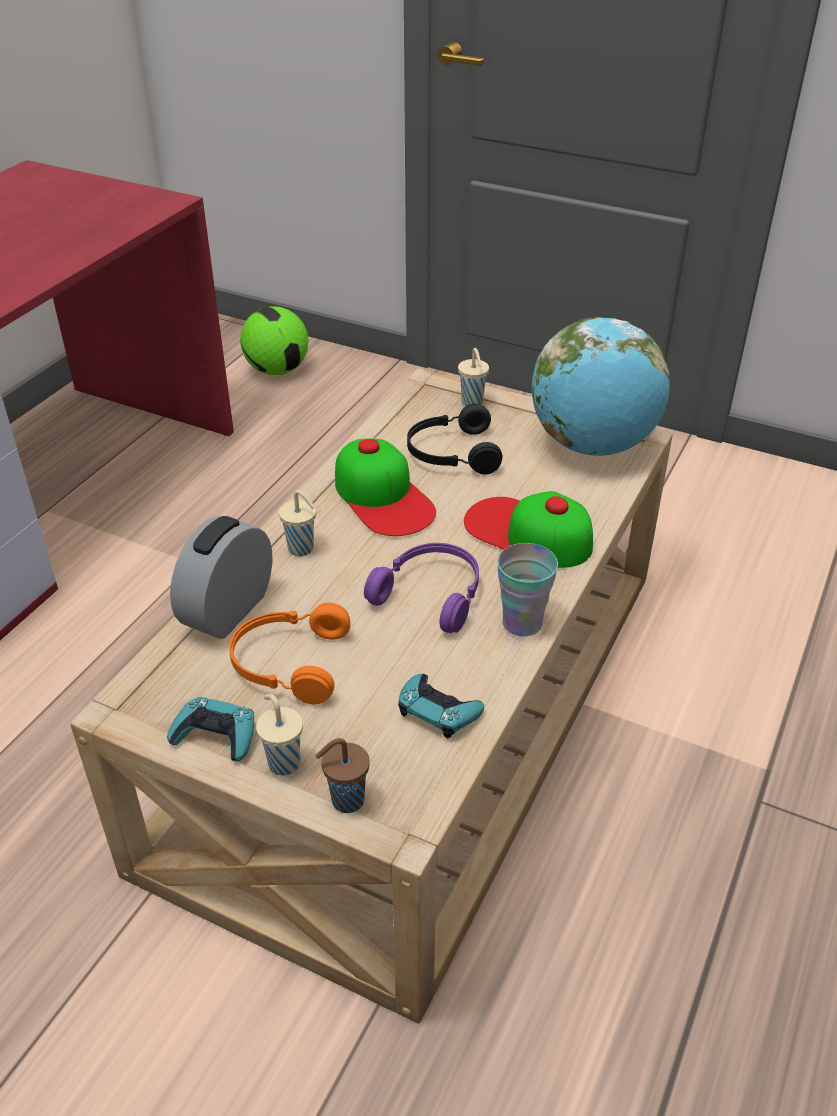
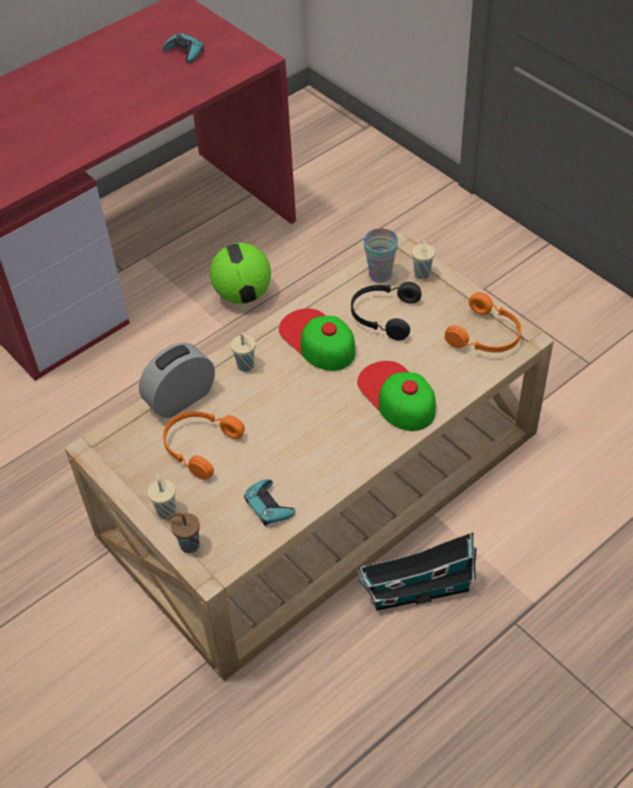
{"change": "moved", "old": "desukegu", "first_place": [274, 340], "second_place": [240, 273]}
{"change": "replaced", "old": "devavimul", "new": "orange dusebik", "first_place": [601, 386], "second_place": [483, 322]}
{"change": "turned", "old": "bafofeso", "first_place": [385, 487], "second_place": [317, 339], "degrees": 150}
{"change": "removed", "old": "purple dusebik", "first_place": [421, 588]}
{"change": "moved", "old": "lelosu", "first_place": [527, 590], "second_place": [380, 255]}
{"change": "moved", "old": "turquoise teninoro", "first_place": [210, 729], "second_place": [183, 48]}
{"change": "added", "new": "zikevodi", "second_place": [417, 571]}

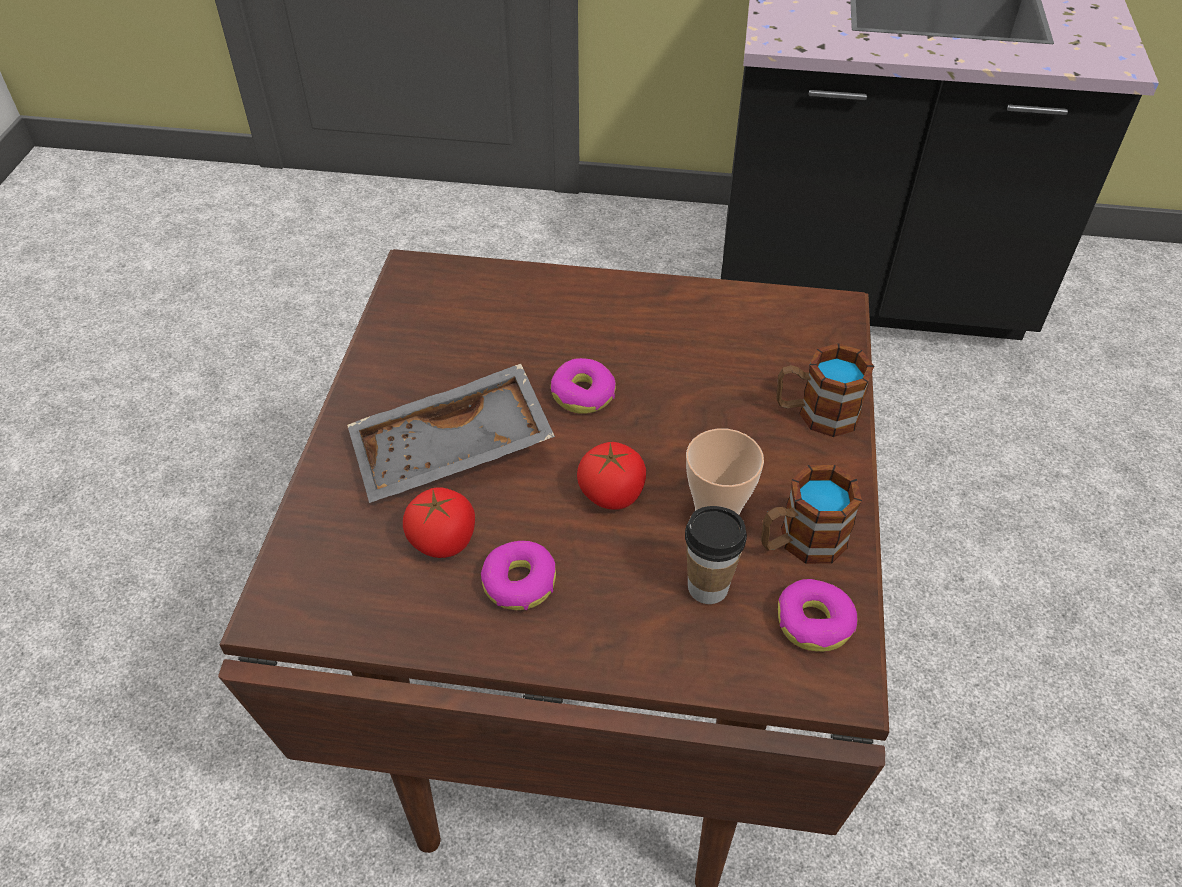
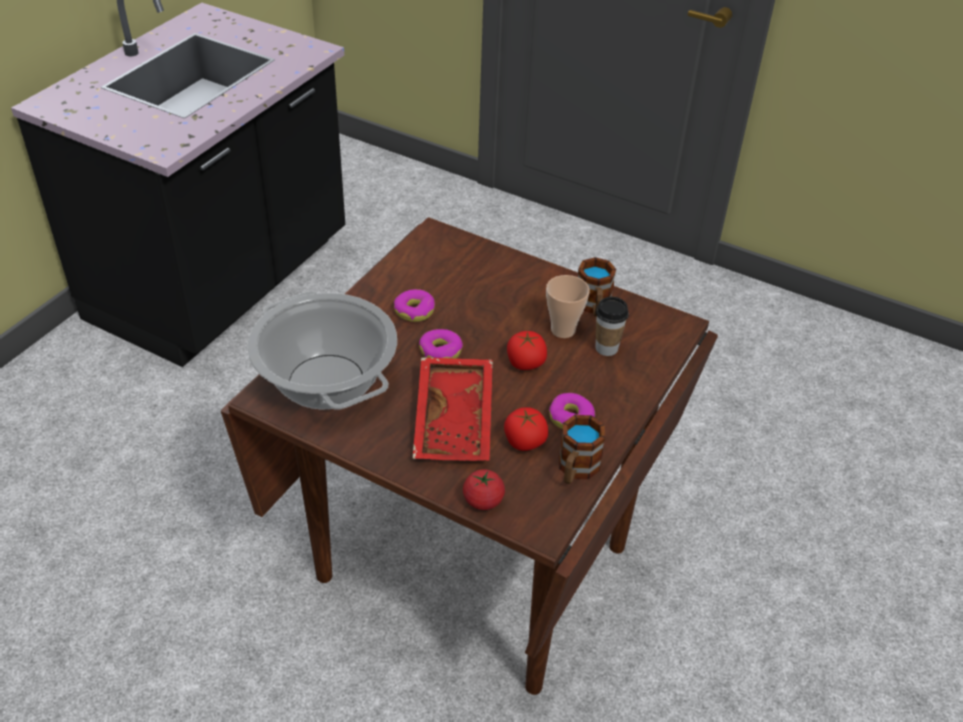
{"change": "moved", "old": "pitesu", "first_place": [825, 390], "second_place": [582, 449]}
{"change": "recoloured", "old": "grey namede", "new": "red namede", "first_place": [451, 433], "second_place": [452, 409]}
{"change": "moved", "old": "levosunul", "first_place": [817, 615], "second_place": [414, 305]}
{"change": "added", "new": "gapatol", "second_place": [322, 350]}
{"change": "added", "new": "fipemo", "second_place": [484, 490]}

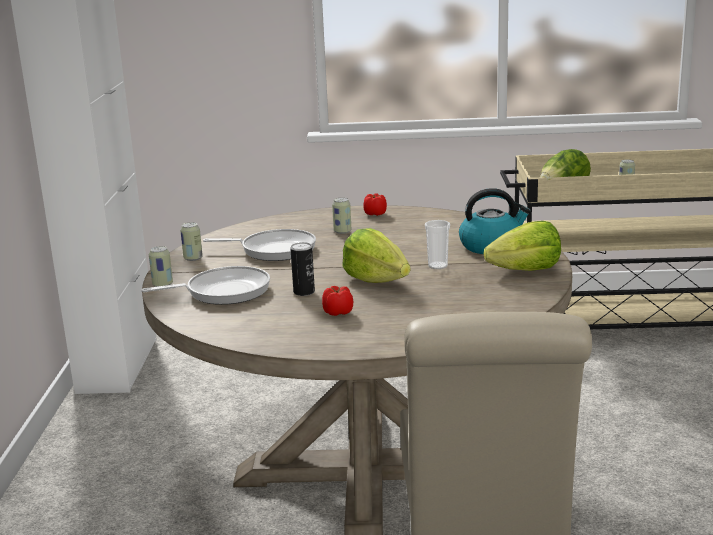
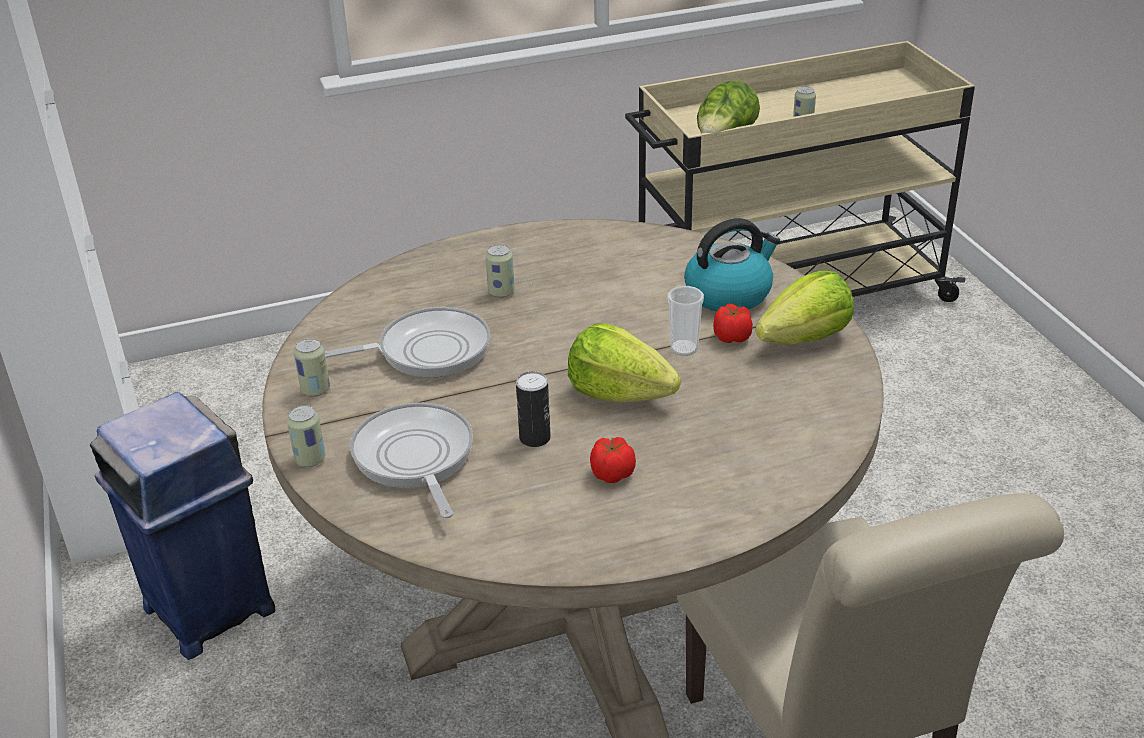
{"change": "moved", "old": "fipemo", "first_place": [375, 204], "second_place": [733, 323]}
{"change": "turned", "old": "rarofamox", "first_place": [205, 285], "second_place": [411, 460], "degrees": -75}
{"change": "added", "new": "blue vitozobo", "second_place": [182, 526]}

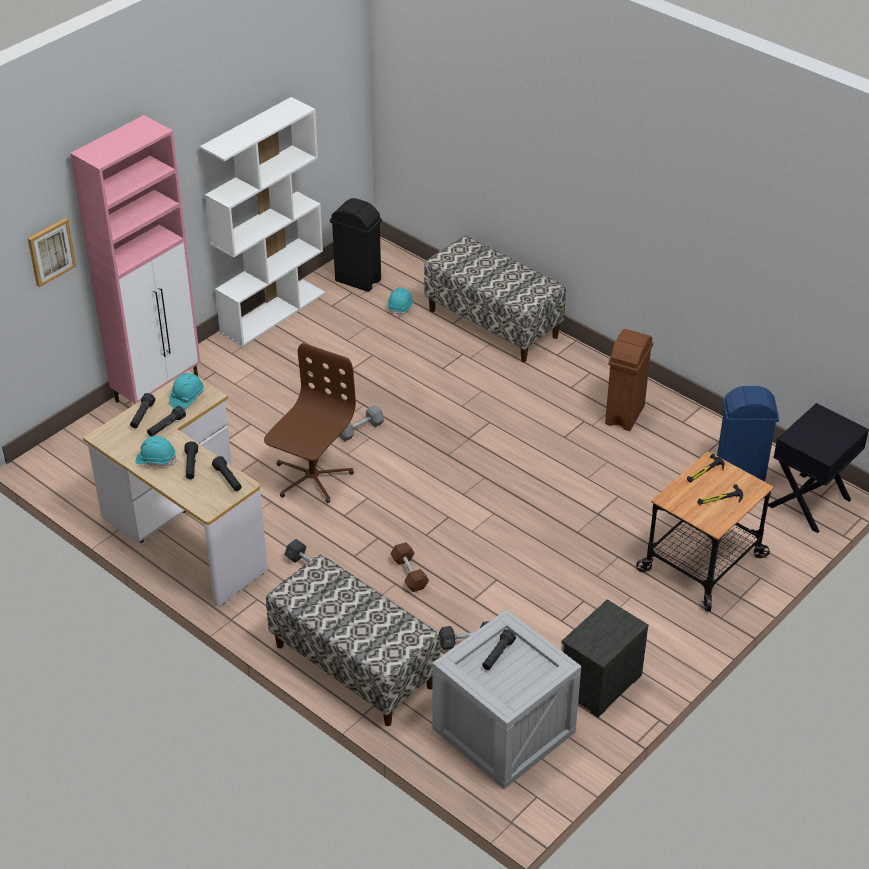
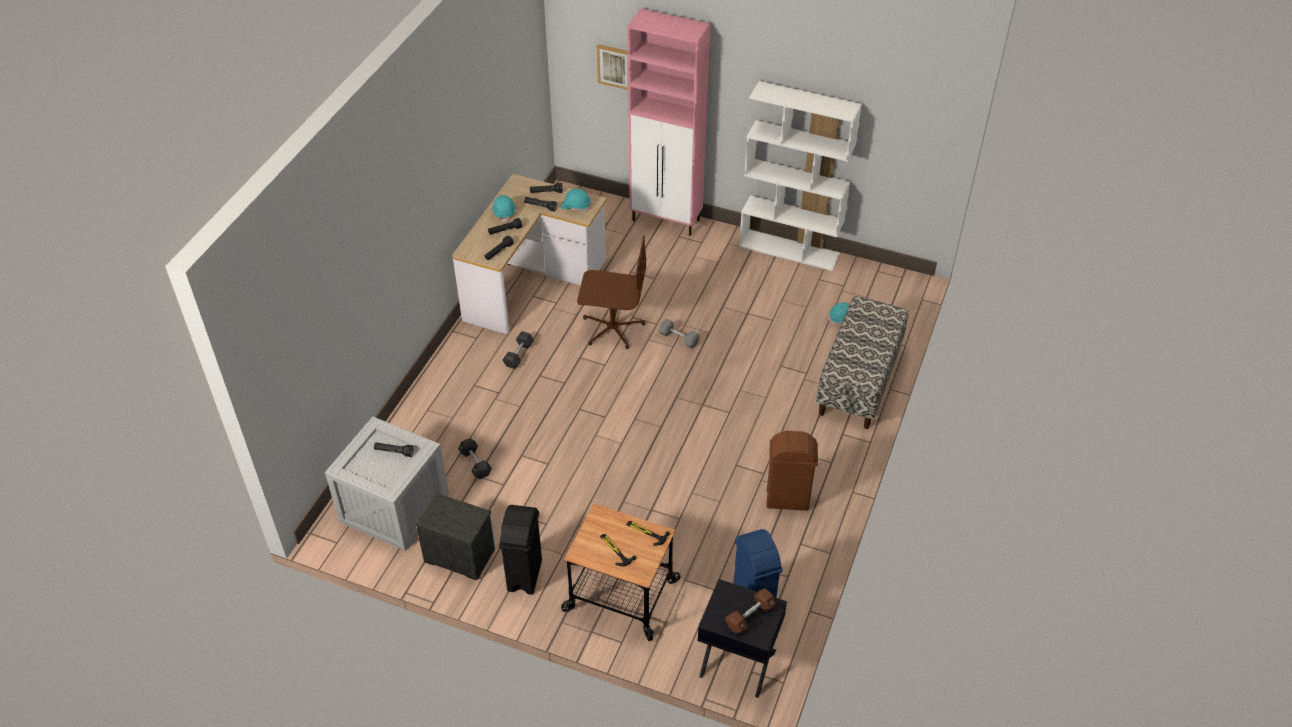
{"change": "moved", "old": "black vitozobo", "first_place": [356, 245], "second_place": [520, 550]}
{"change": "moved", "old": "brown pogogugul", "first_place": [409, 567], "second_place": [751, 611]}
{"change": "removed", "old": "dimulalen", "first_place": [353, 640]}

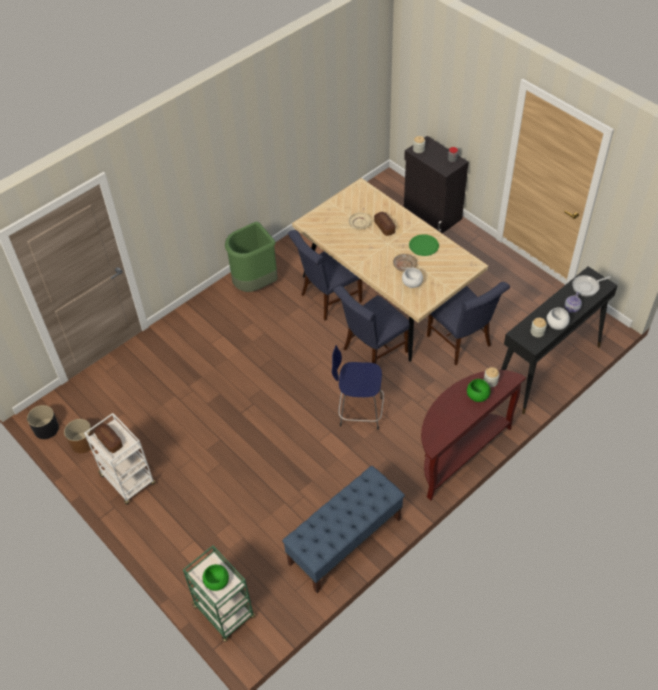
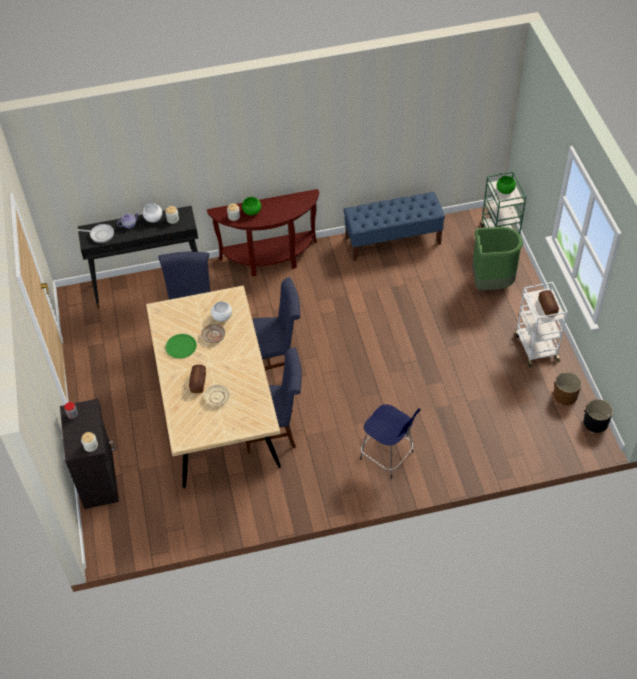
{"change": "moved", "old": "green vitozobo", "first_place": [251, 257], "second_place": [497, 258]}
{"change": "moved", "old": "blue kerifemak", "first_place": [358, 387], "second_place": [390, 441]}

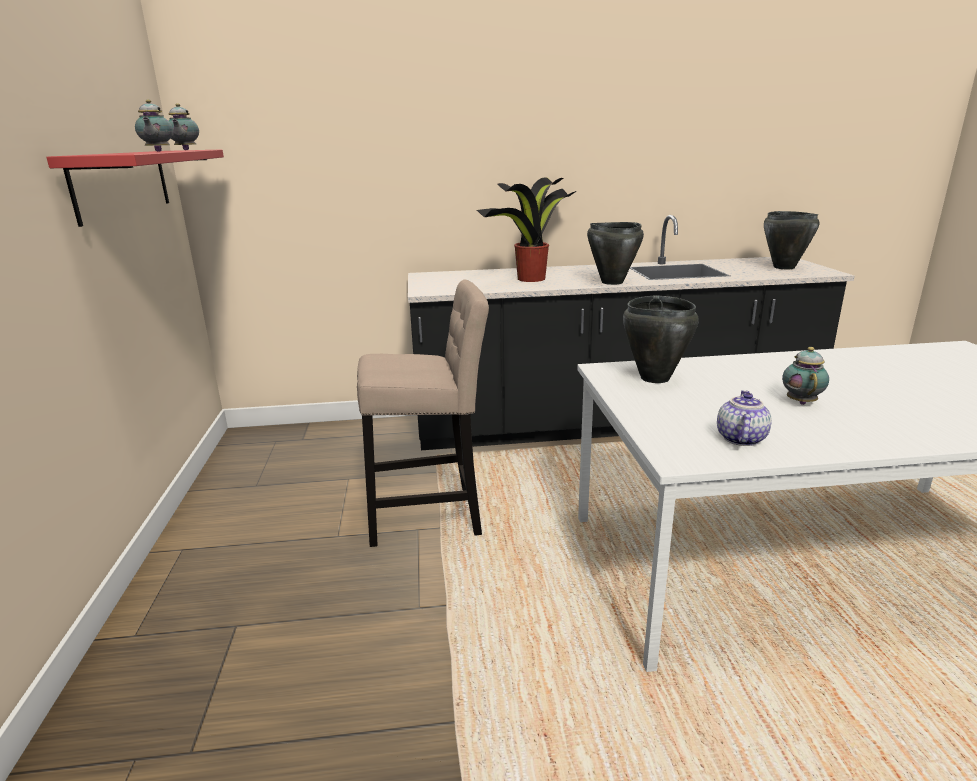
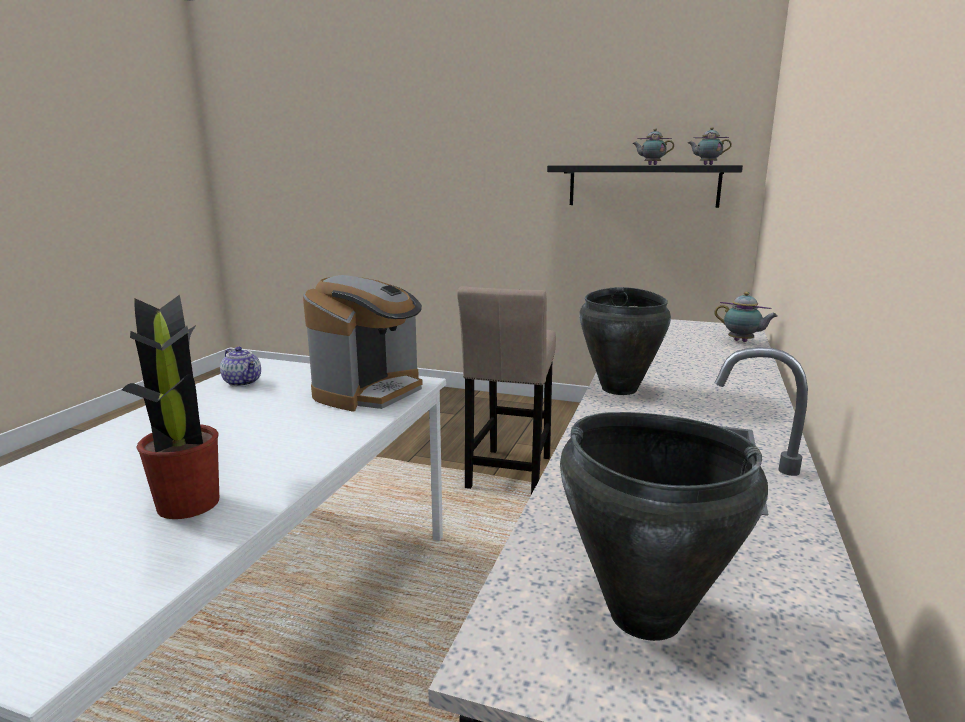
{"change": "recoloured", "old": "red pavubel", "new": "black pavubel", "first_place": [135, 188], "second_place": [645, 186]}
{"change": "moved", "old": "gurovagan", "first_place": [527, 229], "second_place": [170, 407]}
{"change": "replaced", "old": "black gapatol", "new": "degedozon", "first_place": [661, 339], "second_place": [363, 343]}
{"change": "moved", "old": "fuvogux", "first_place": [805, 376], "second_place": [746, 317]}

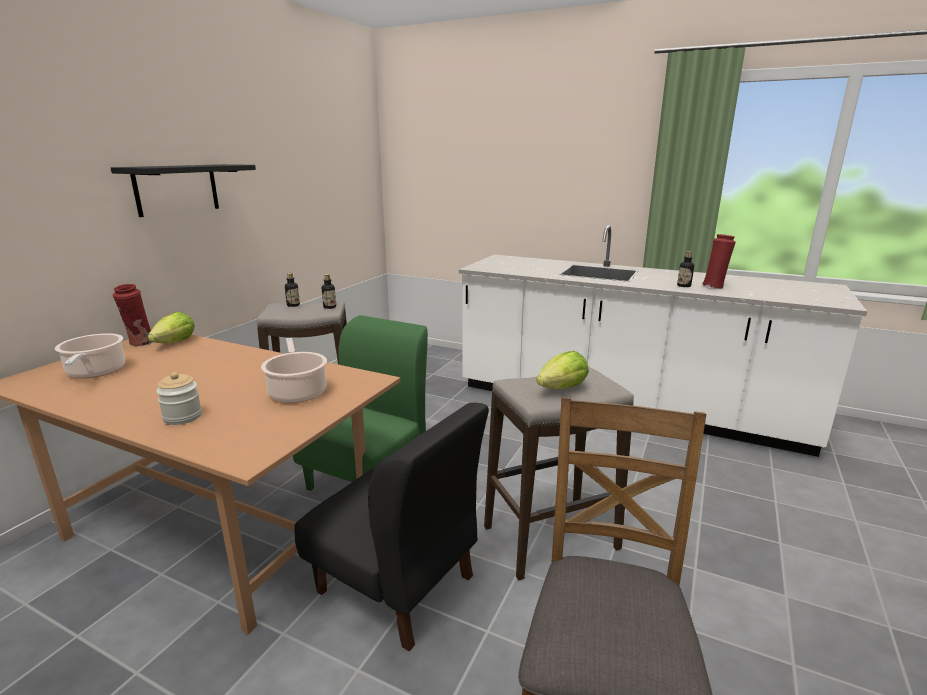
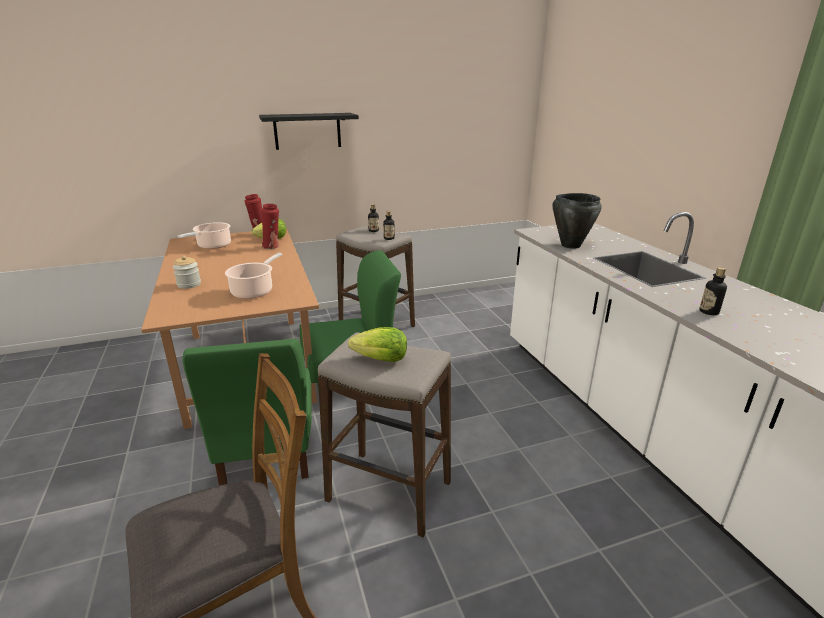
{"change": "moved", "old": "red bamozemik", "first_place": [719, 261], "second_place": [270, 226]}
{"change": "recoloured", "old": "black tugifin", "new": "green tugifin", "first_place": [391, 527], "second_place": [247, 412]}
{"change": "added", "new": "black gapatol", "second_place": [577, 221]}

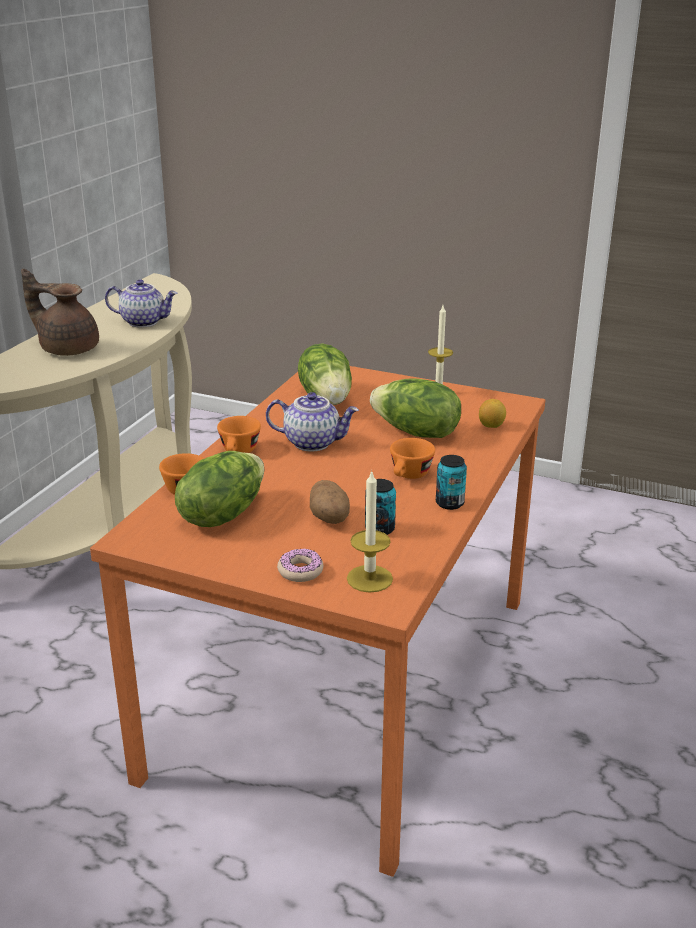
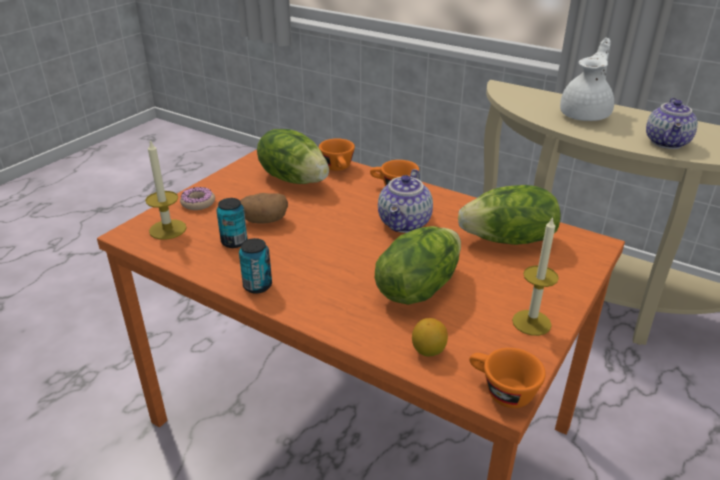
{"change": "recoloured", "old": "brown fuvogux", "new": "white fuvogux", "first_place": [60, 312], "second_place": [587, 79]}
{"change": "moved", "old": "orange lelosu", "first_place": [412, 458], "second_place": [507, 378]}

